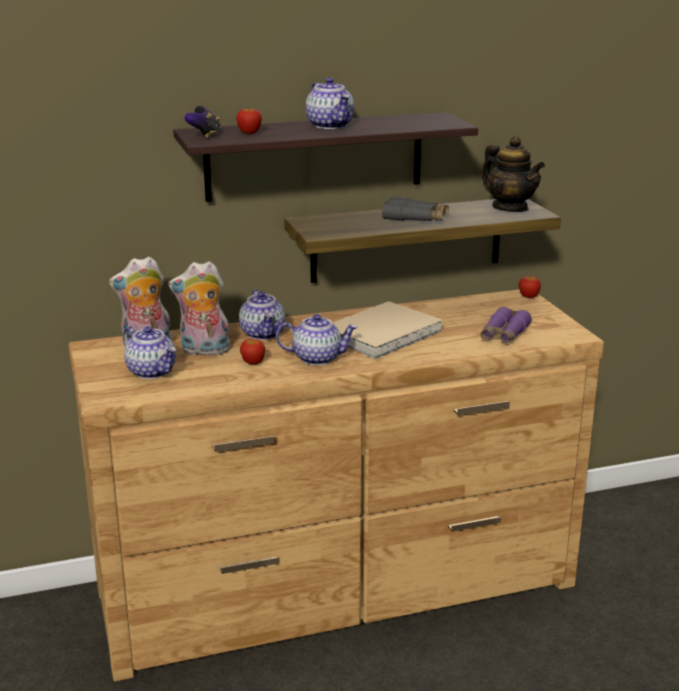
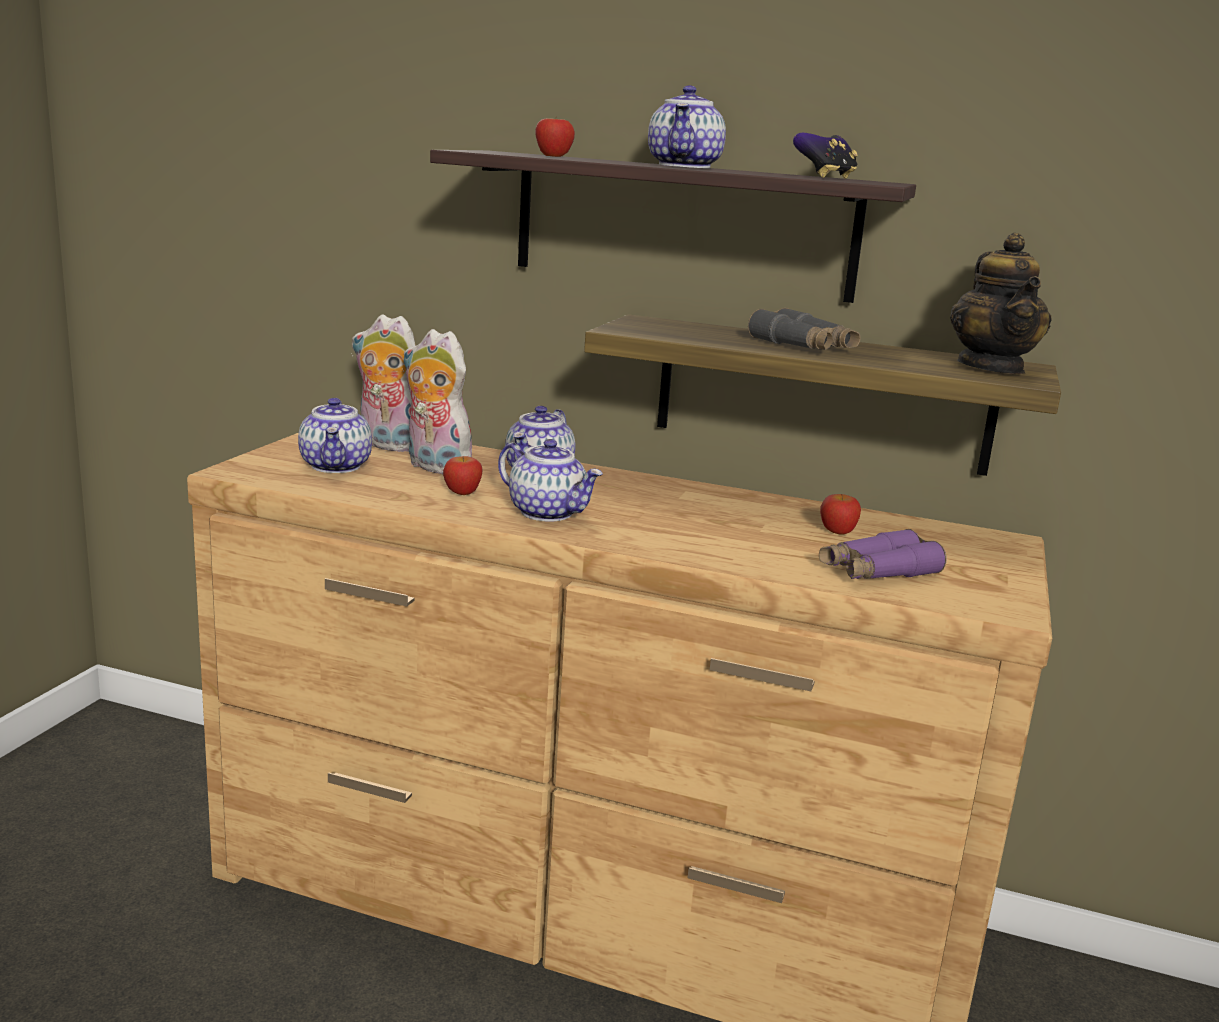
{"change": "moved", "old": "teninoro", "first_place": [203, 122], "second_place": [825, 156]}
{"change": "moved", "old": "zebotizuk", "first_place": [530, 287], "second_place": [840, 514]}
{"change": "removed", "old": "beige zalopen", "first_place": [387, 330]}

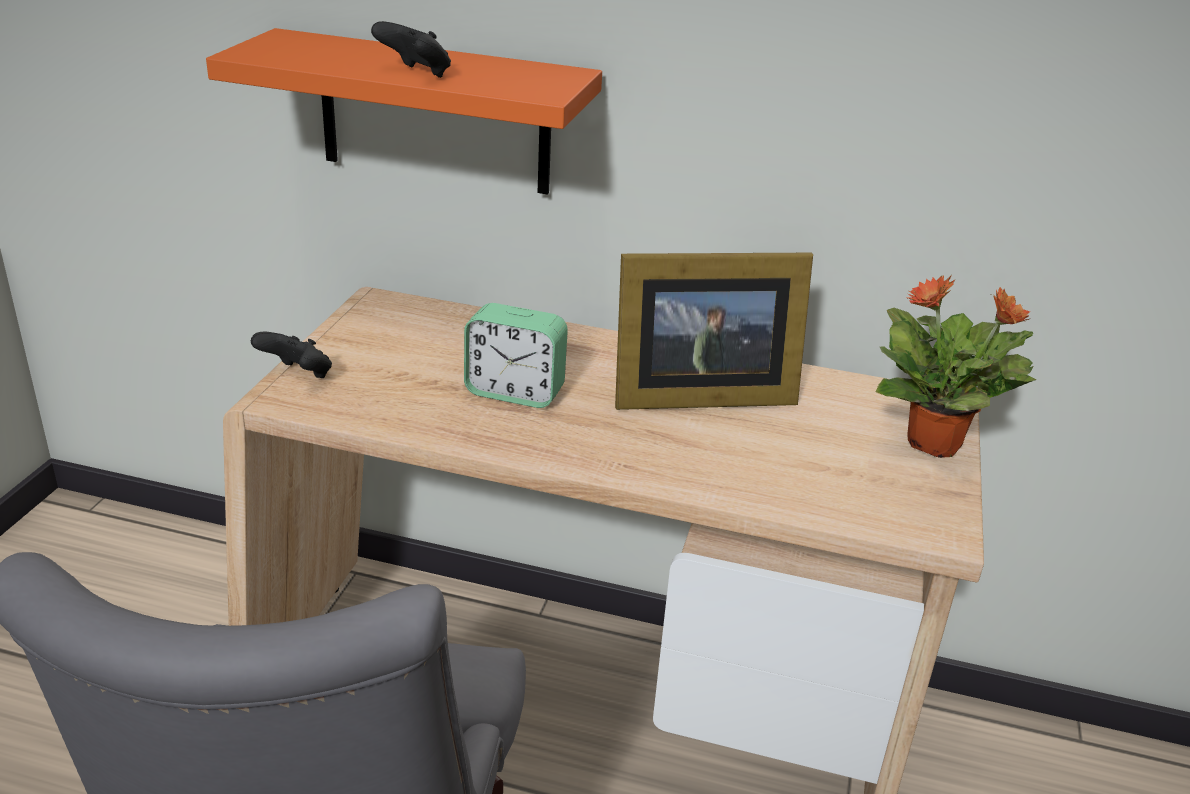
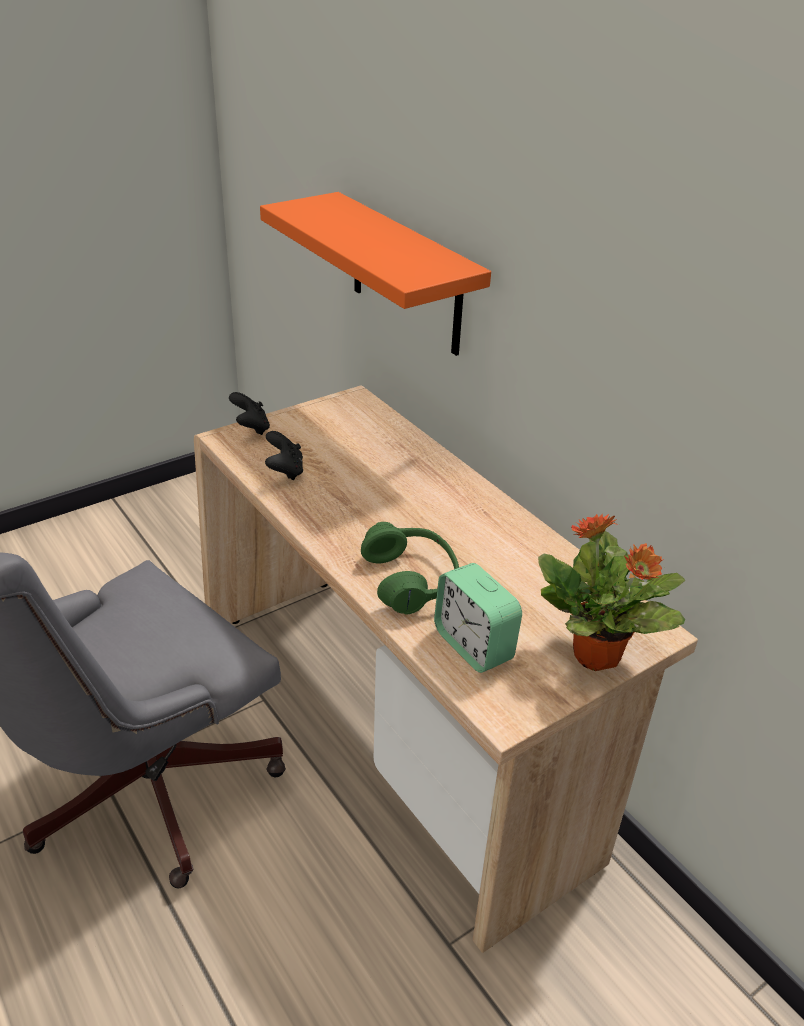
{"change": "moved", "old": "black teninoro", "first_place": [411, 49], "second_place": [284, 455]}
{"change": "removed", "old": "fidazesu", "first_place": [714, 331]}
{"change": "moved", "old": "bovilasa", "first_place": [516, 355], "second_place": [478, 618]}
{"change": "added", "new": "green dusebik", "second_place": [410, 568]}

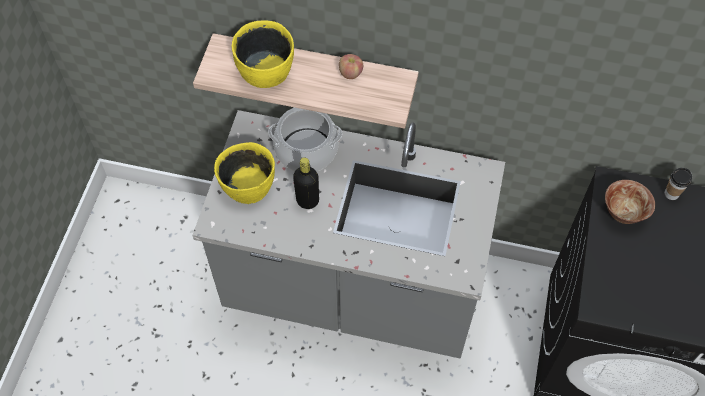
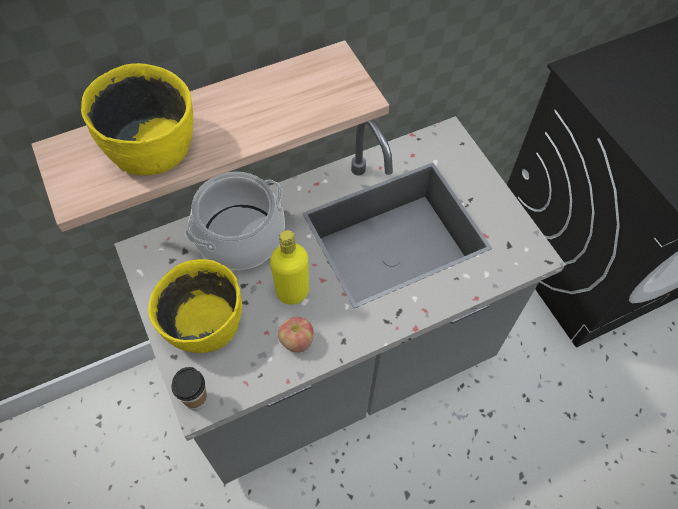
{"change": "moved", "old": "zebotizuk", "first_place": [351, 66], "second_place": [296, 335]}
{"change": "recoloured", "old": "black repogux", "new": "yellow repogux", "first_place": [306, 183], "second_place": [289, 267]}
{"change": "moved", "old": "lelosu", "first_place": [678, 184], "second_place": [190, 389]}
{"change": "removed", "old": "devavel", "first_place": [630, 202]}

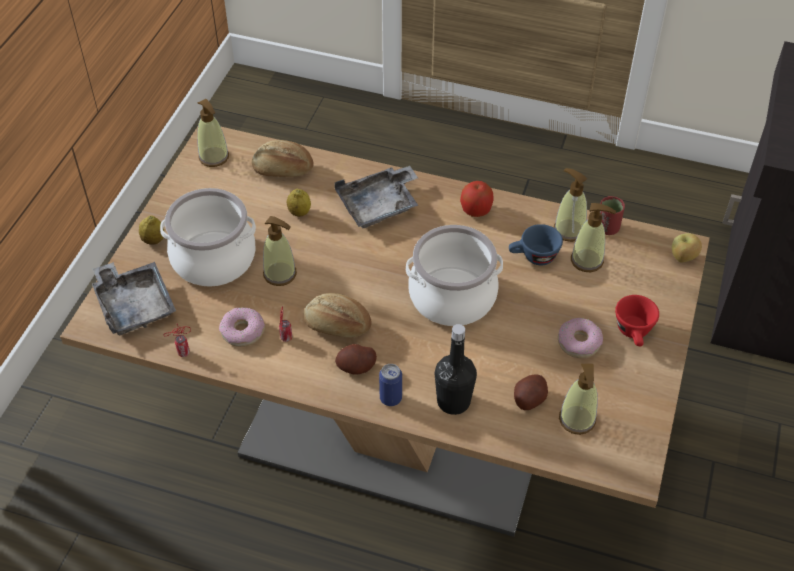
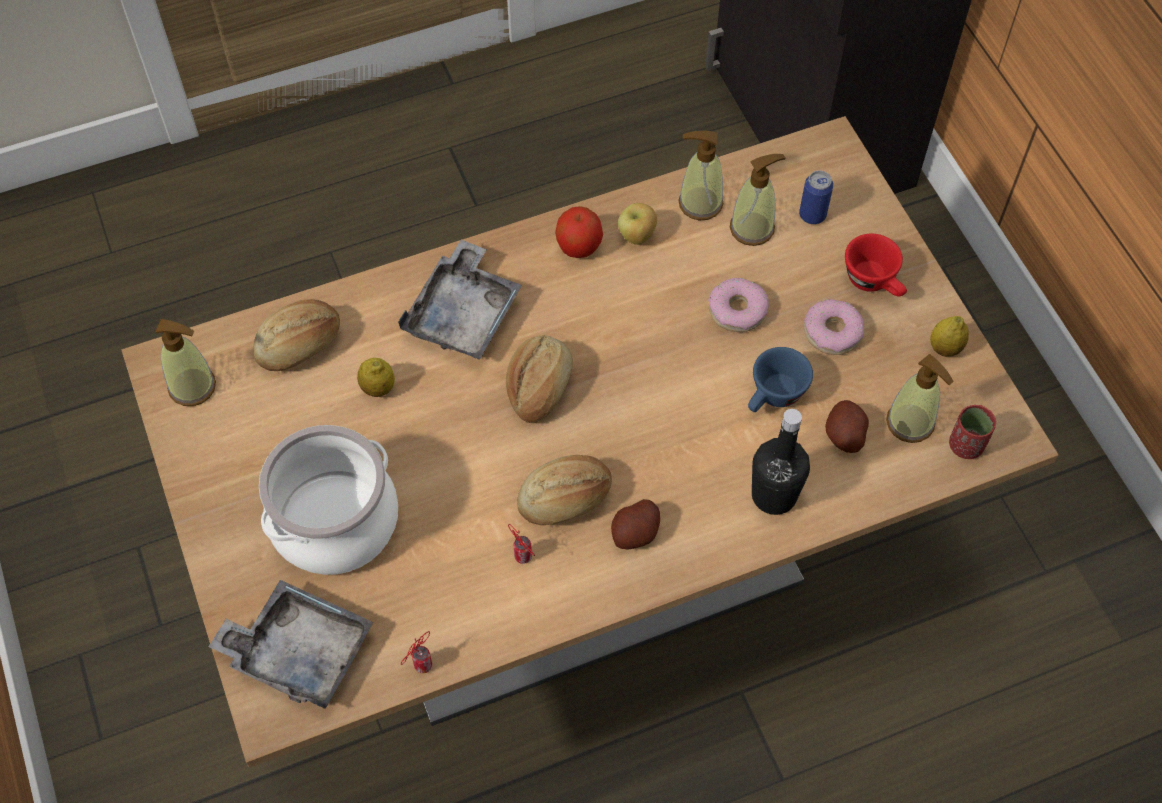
{"change": "moved", "old": "red lelosu", "first_place": [612, 215], "second_place": [972, 432]}
{"change": "moved", "old": "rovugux", "first_place": [151, 230], "second_place": [949, 336]}
{"change": "removed", "old": "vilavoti", "first_place": [280, 251]}
{"change": "moved", "old": "blue lelosu", "first_place": [536, 244], "second_place": [780, 379]}
{"change": "removed", "old": "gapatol", "first_place": [454, 275]}
{"change": "moved", "old": "zebotizuk", "first_place": [687, 247], "second_place": [637, 224]}
{"change": "moved", "old": "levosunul", "first_place": [242, 327], "second_place": [738, 305]}
{"change": "moved", "old": "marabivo", "first_place": [390, 385], "second_place": [816, 197]}
{"change": "added", "new": "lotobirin", "second_place": [539, 379]}

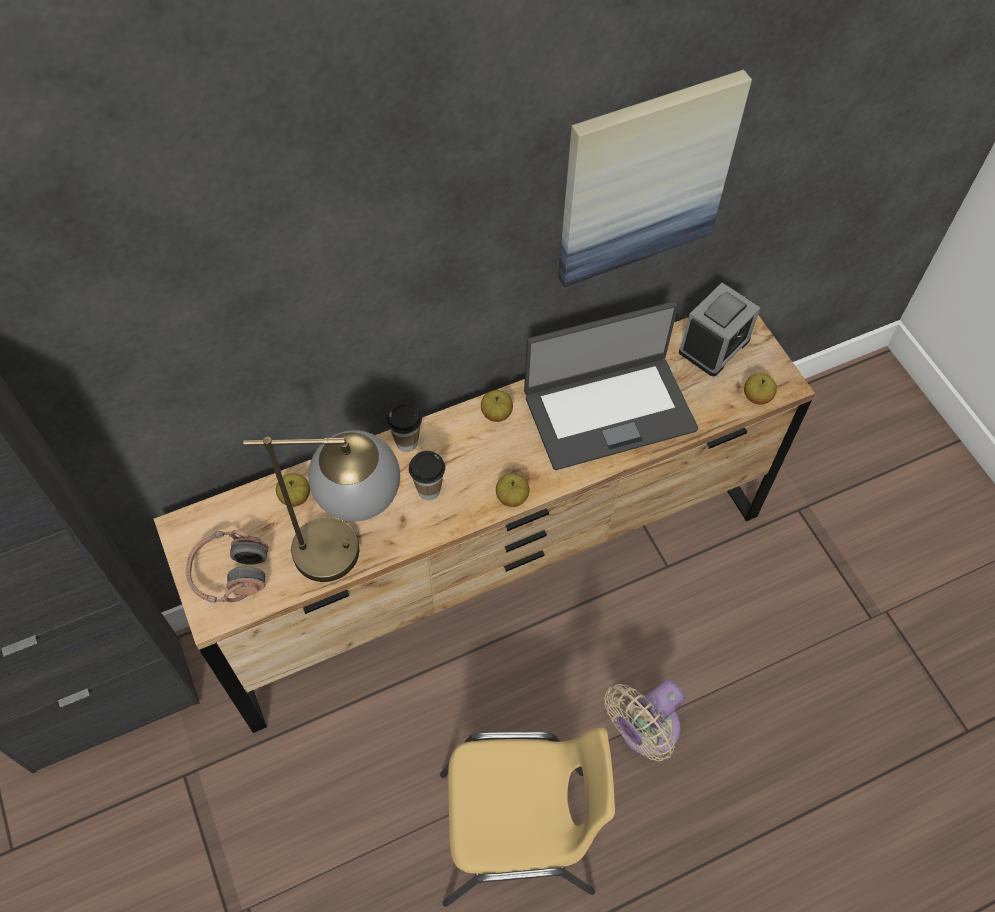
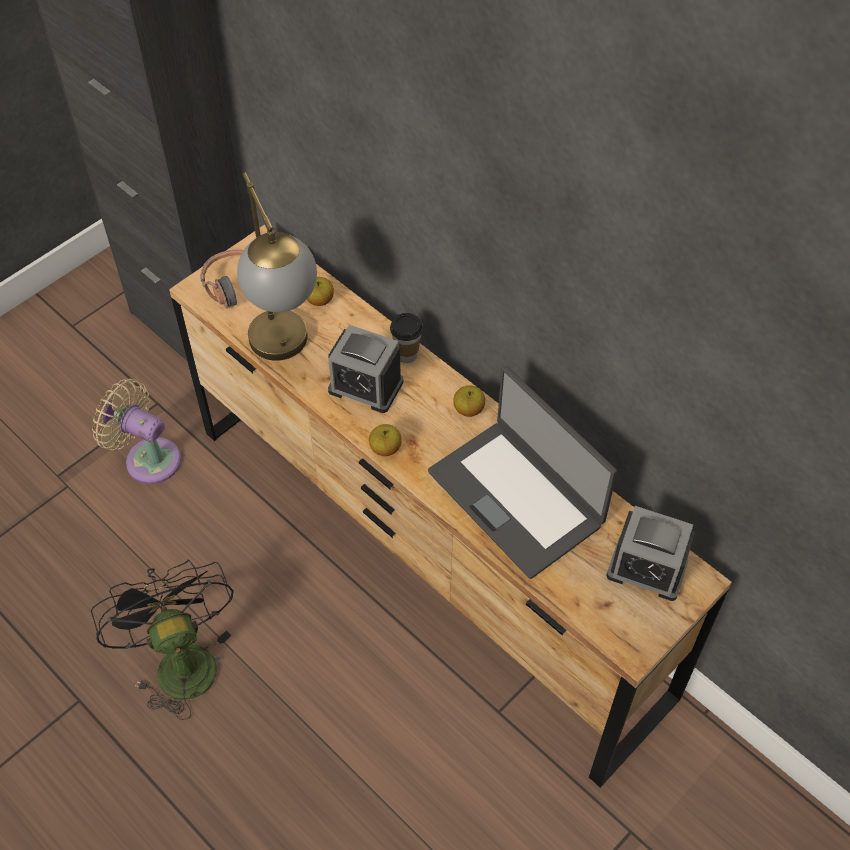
{"change": "removed", "old": "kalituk", "first_place": [655, 178]}
{"change": "removed", "old": "zebotizuk", "first_place": [760, 388]}
{"change": "replaced", "old": "lelosu", "new": "bovilasa", "first_place": [427, 475], "second_place": [366, 369]}
{"change": "moved", "old": "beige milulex", "first_place": [644, 720], "second_place": [136, 431]}
{"change": "replaced", "old": "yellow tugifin", "new": "black milulex", "first_place": [527, 817], "second_place": [162, 640]}

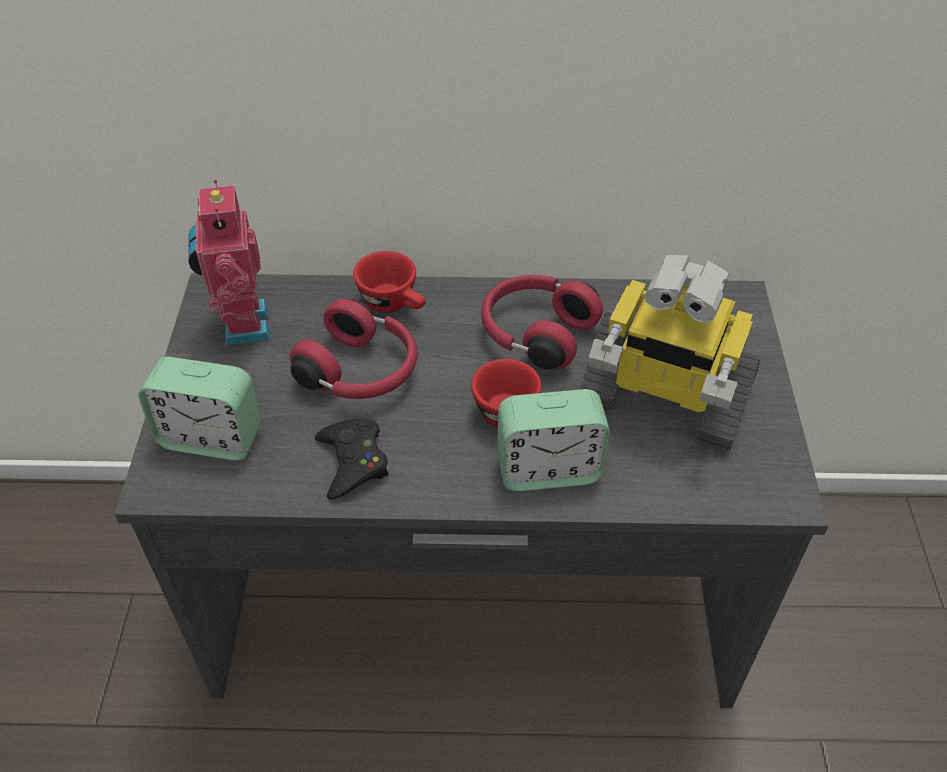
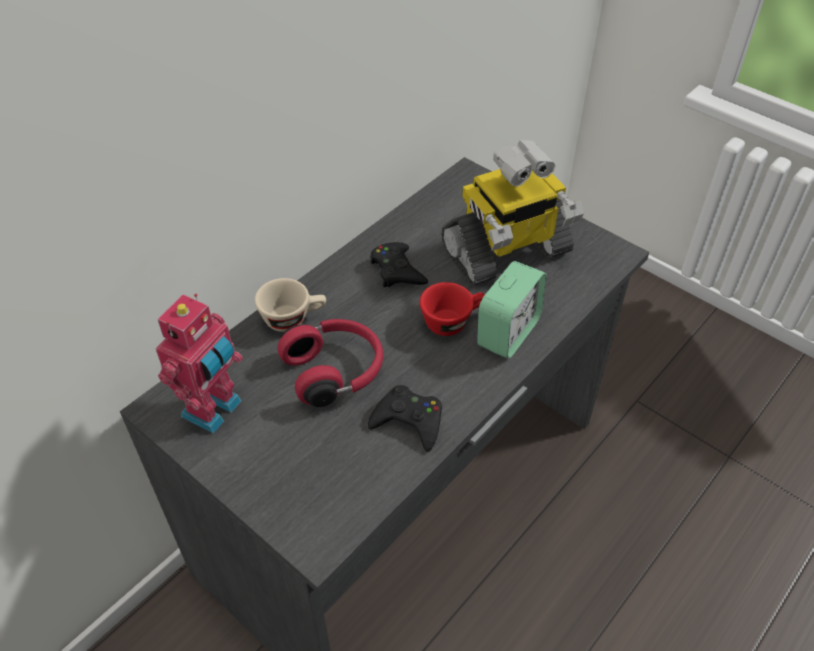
{"change": "turned", "old": "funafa", "first_place": [229, 262], "second_place": [199, 364], "degrees": -90}
{"change": "recoloured", "old": "red lelosu", "new": "beige lelosu", "first_place": [389, 282], "second_place": [290, 305]}
{"change": "replaced", "old": "red dusebik", "new": "black teninoro", "first_place": [542, 322], "second_place": [399, 264]}
{"change": "removed", "old": "bovilasa", "first_place": [199, 409]}

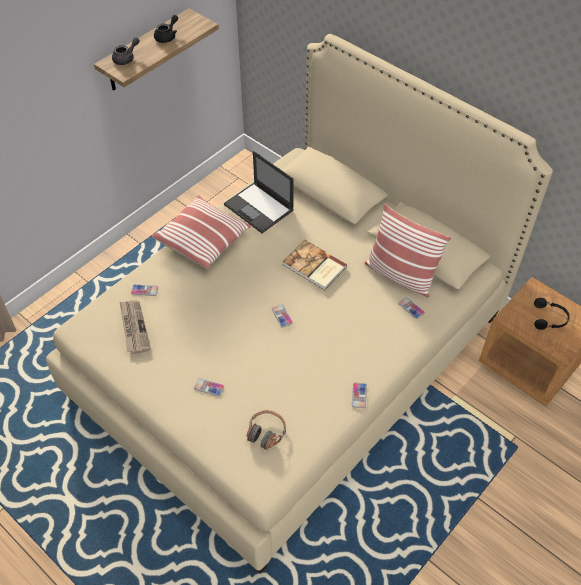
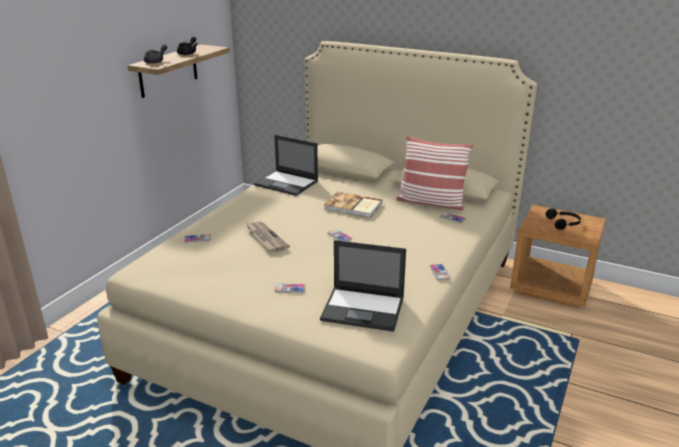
{"change": "removed", "old": "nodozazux", "first_place": [202, 232]}
{"change": "moved", "old": "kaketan", "first_place": [135, 327], "second_place": [268, 236]}
{"change": "replaced", "old": "dusebik", "new": "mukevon", "first_place": [266, 430], "second_place": [363, 286]}

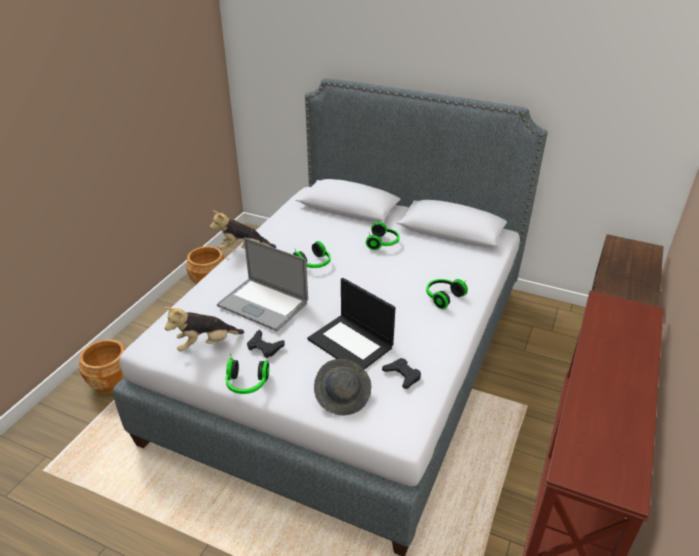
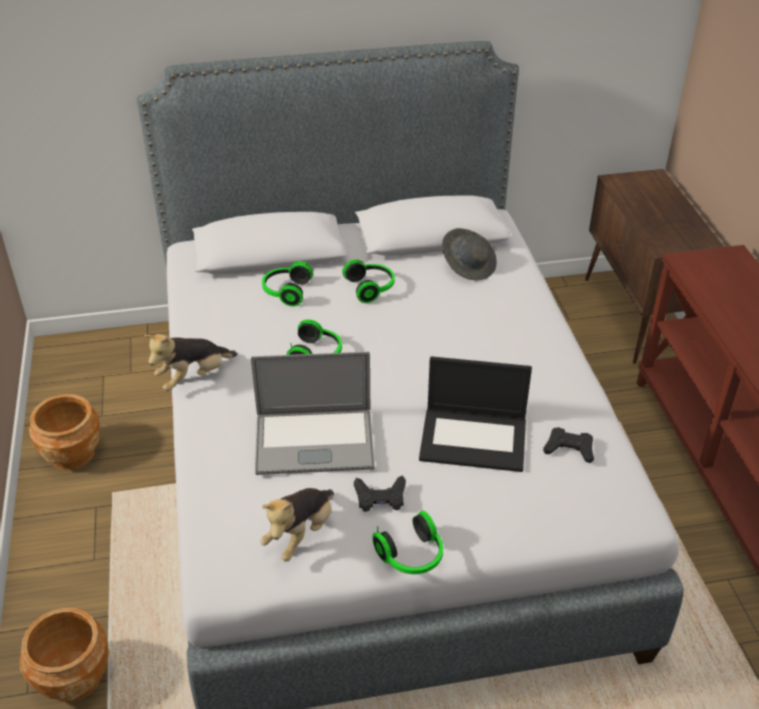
{"change": "moved", "old": "dusebik", "first_place": [447, 294], "second_place": [287, 282]}
{"change": "moved", "old": "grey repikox", "first_place": [342, 387], "second_place": [469, 254]}

